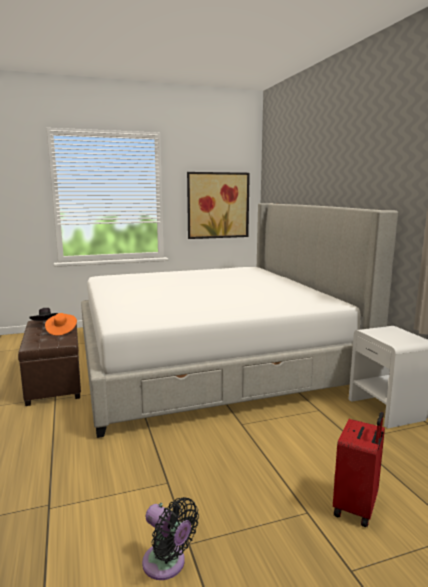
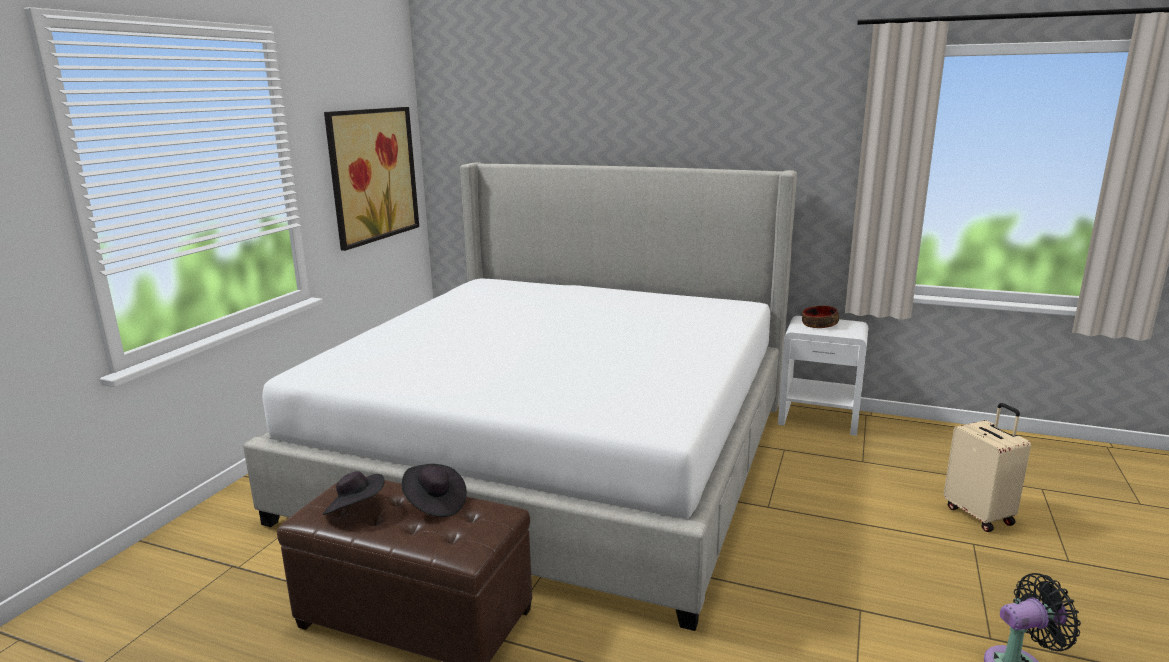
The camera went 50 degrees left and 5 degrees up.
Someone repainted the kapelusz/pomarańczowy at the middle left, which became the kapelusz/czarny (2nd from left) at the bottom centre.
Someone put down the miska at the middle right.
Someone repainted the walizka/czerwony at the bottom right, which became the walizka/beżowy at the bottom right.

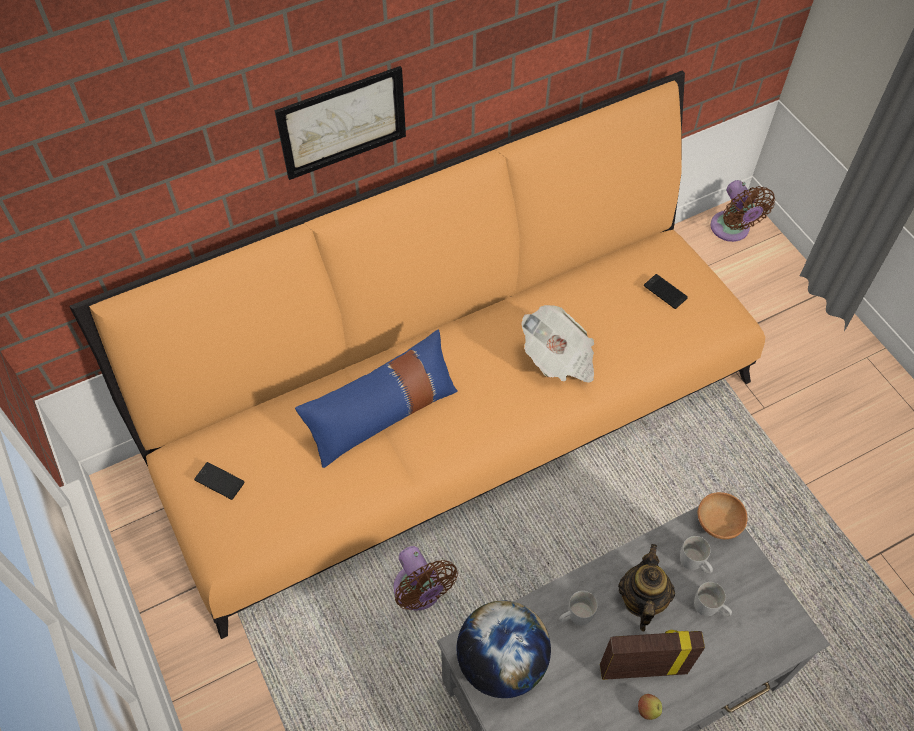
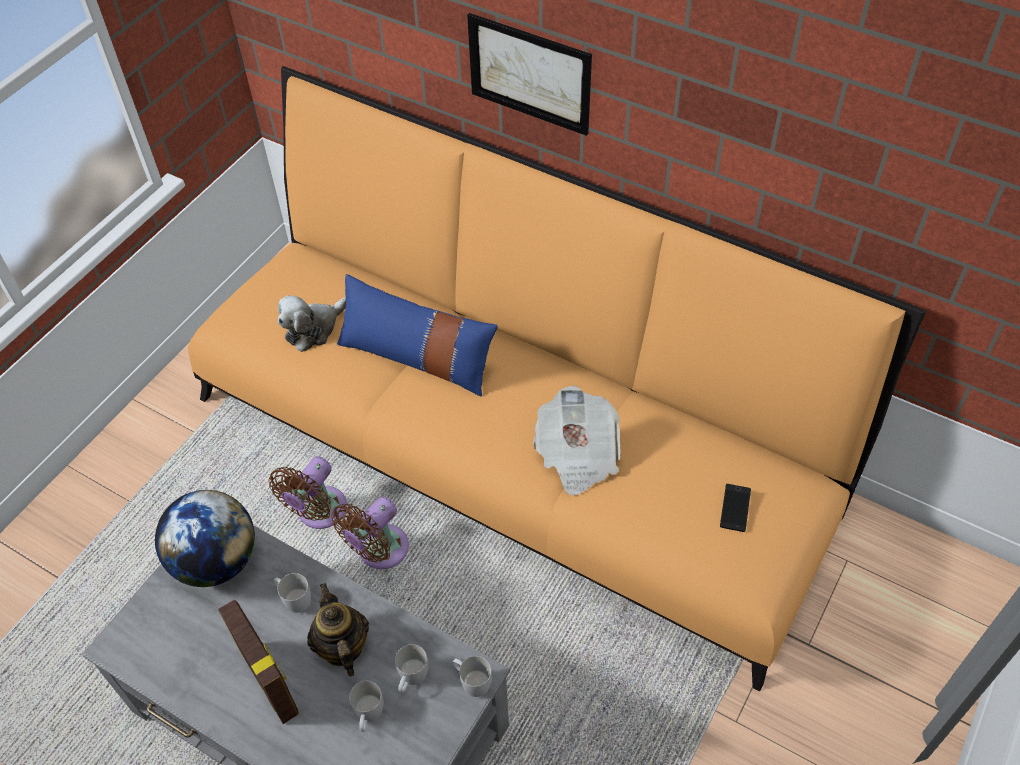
The camera went 60 degrees right and 5 degrees down.
Someone put down the pluszak at the middle left.
Someone rotated the imbryk at the bottom right by 90 degrees counterclockwise.
Someone carried the wentylator/brązowy (2nd from left) from the top right to the bottom centre.
Someone swapped the miska/brązowy at the bottom right for the kubek/biały (4th from left) at the bottom centre.
Someone took away the telefon (1st from left) at the middle left.
Someone took away the jabłko at the bottom right.

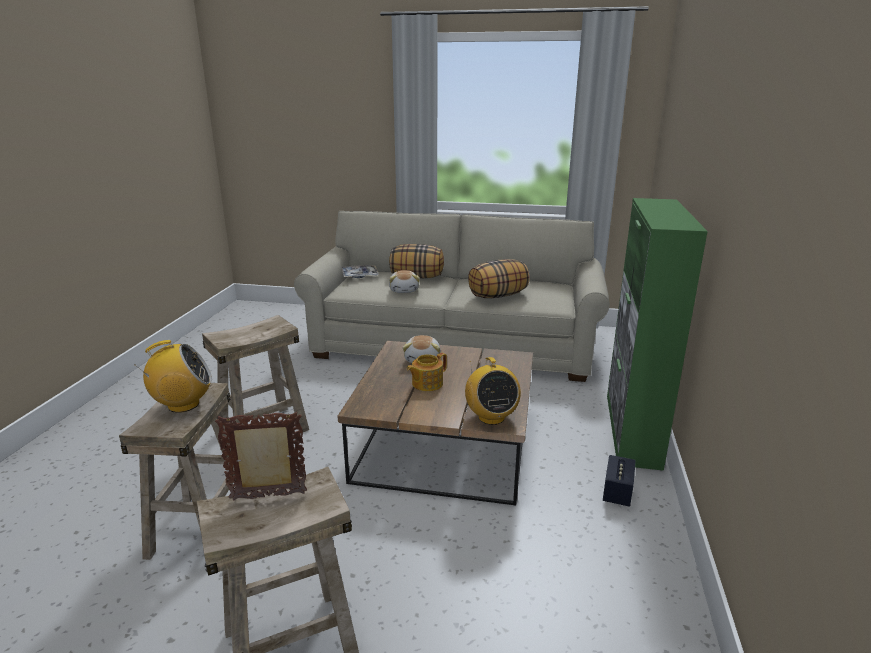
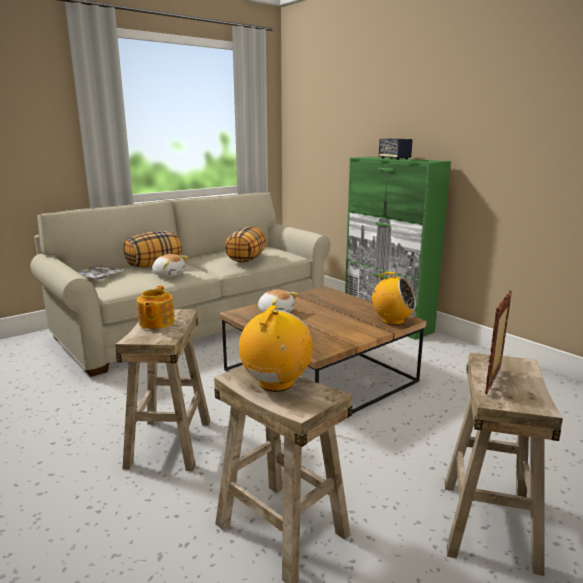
The camera went 50 degrees left and 5 degrees down.
Someone carried the imbryk from the centre to the middle left.
Someone carried the głośnik from the bottom right to the top right.

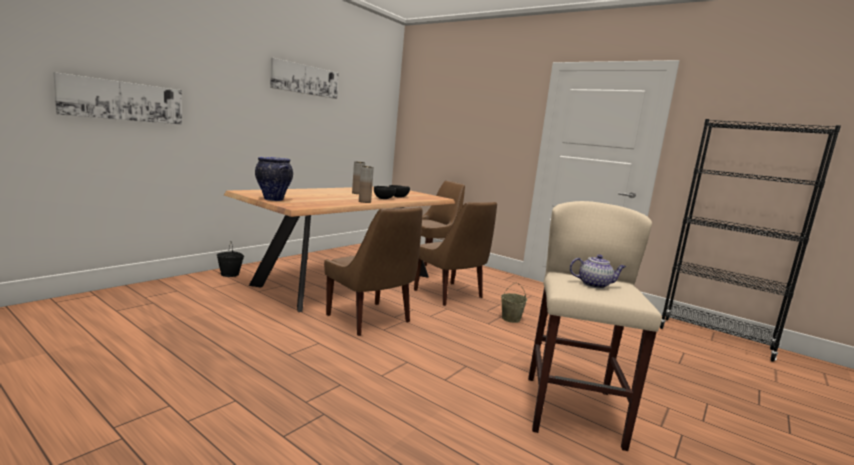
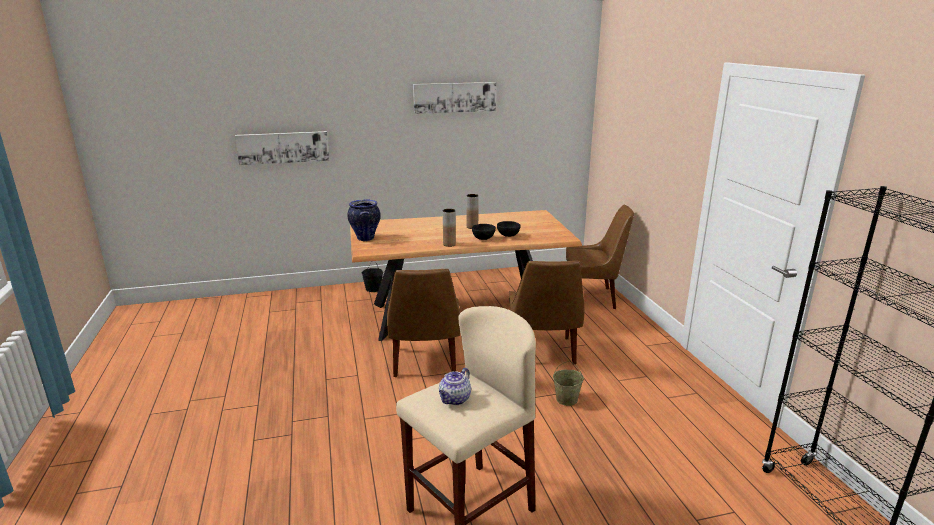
The camera went 40 degrees right and 10 degrees up.
Someone rotated the imbryk at the middle right by 75 degrees clockwise.

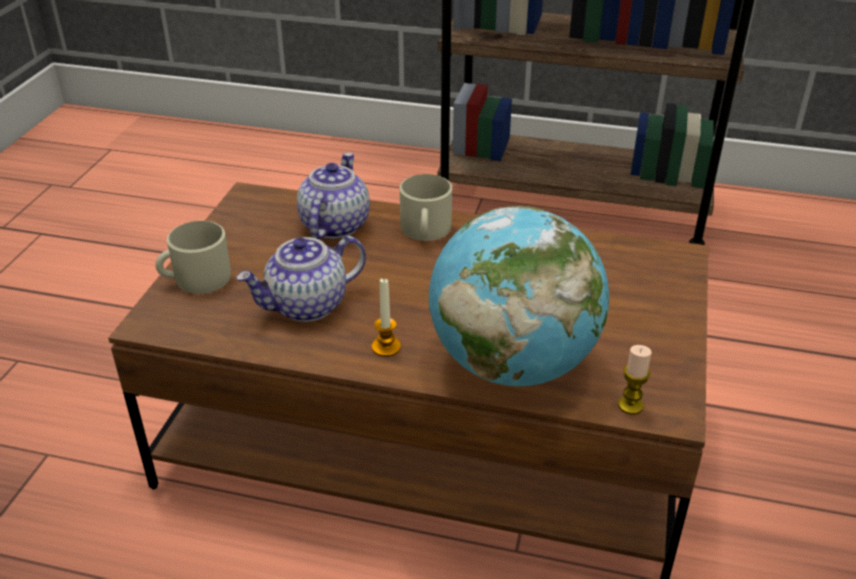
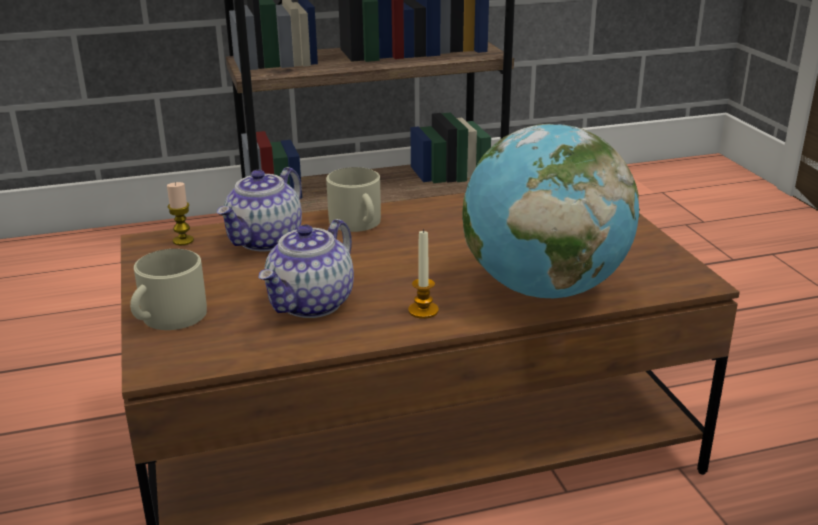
The camera went 30 degrees left and 10 degrees down.
Someone carried the świeca (2nd from left in the first image) from the middle right to the middle left.
Someone rotated the imbryk (2nd from left in the first image) at the centre by 135 degrees counterclockwise.

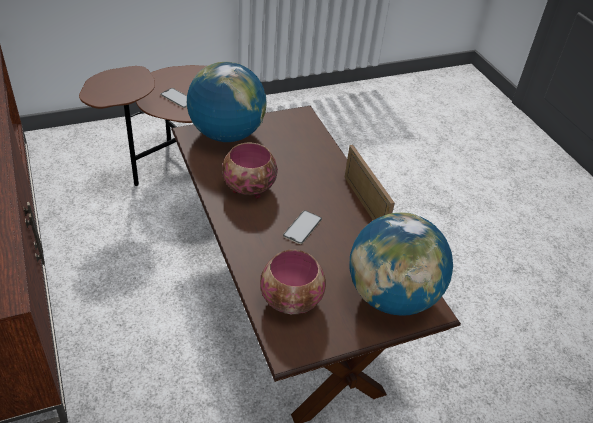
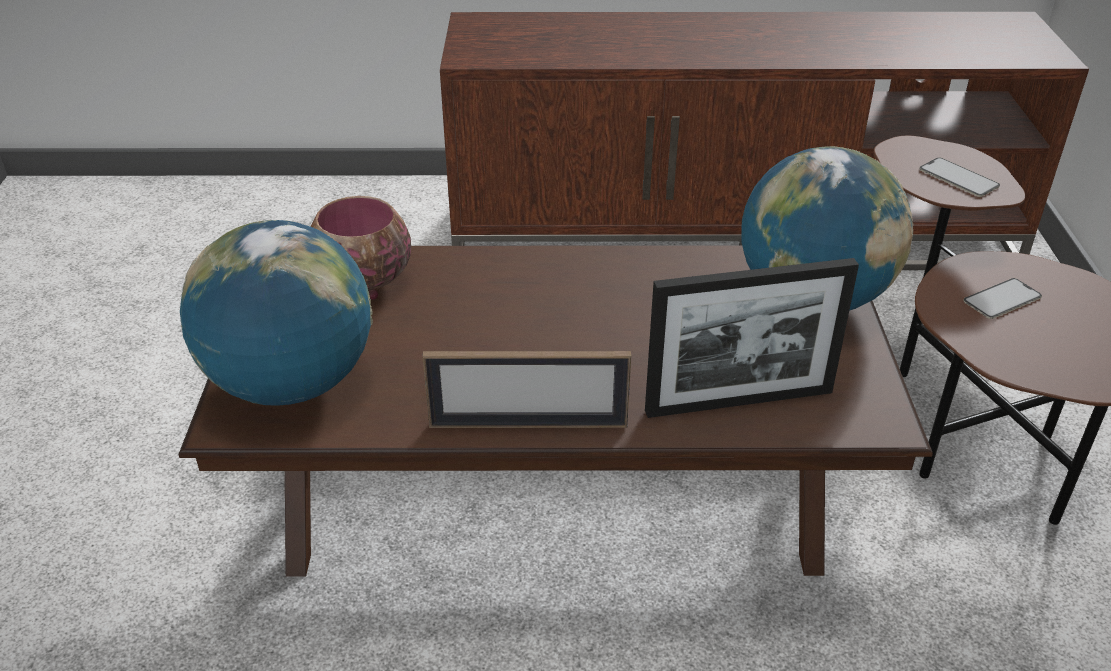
The camera went 115 degrees right and 5 degrees down.
Someone put down the ramka na zdjęcie (2nd from left) at the middle right.
Someone carried the telefon (2nd from left in the first image) from the centre to the top right.
Someone took away the miska (1st from left) at the centre.

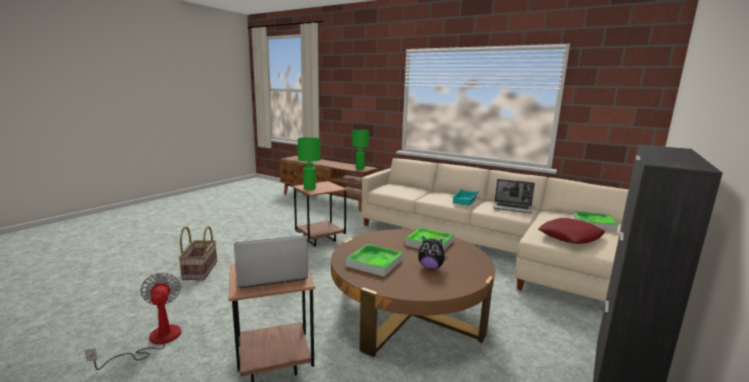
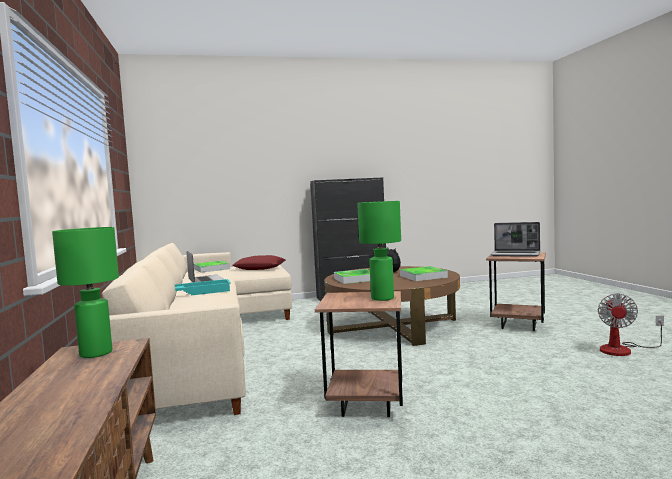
The camera went 135 degrees left and 10 degrees down.
Someone took away the koszyk at the middle left.

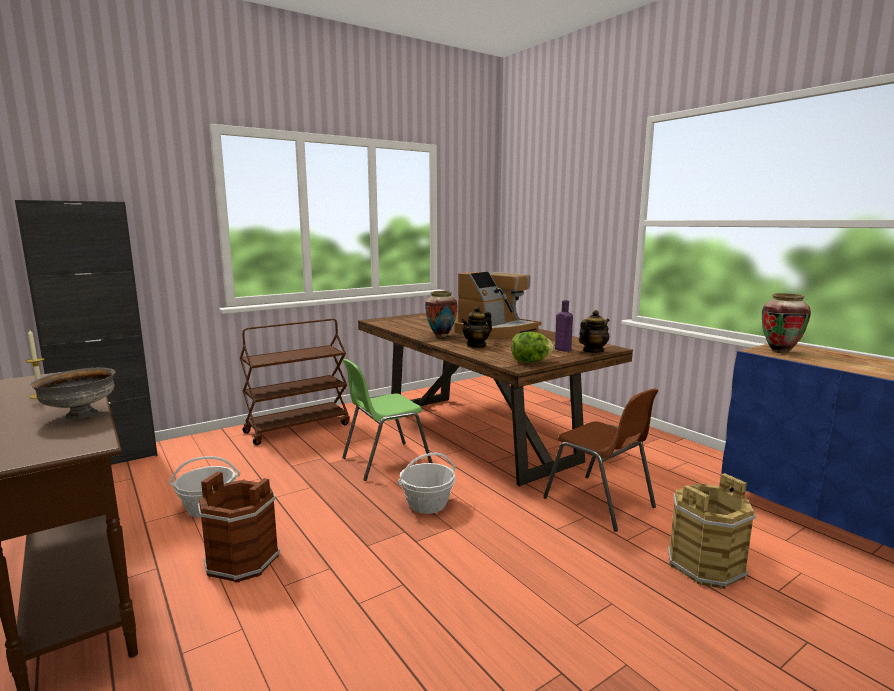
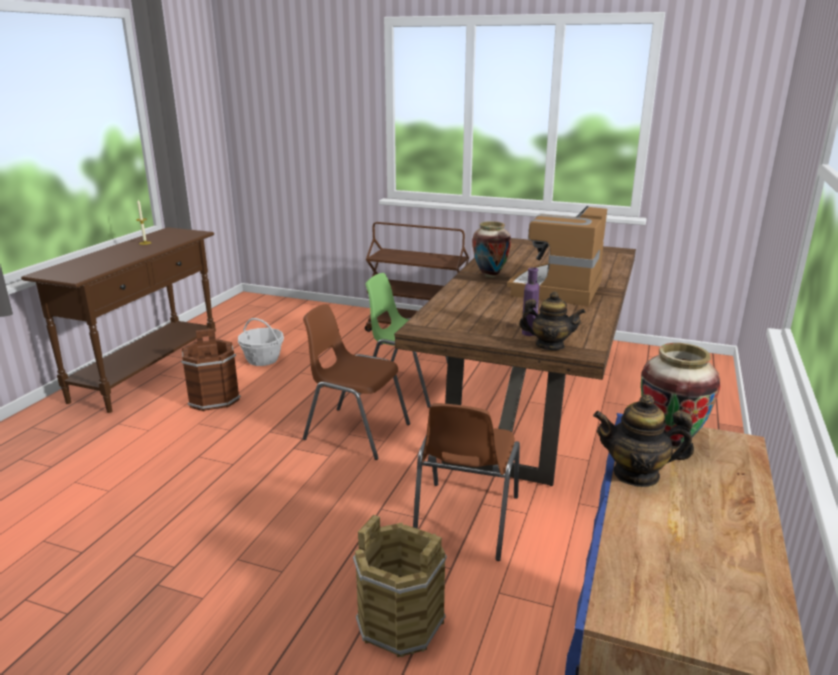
The camera went 55 degrees right and 10 degrees up.
Someone swapped the koszyk (2nd from left) at the bottom centre for the krzesło/brązowy (1st from left) at the centre.
Someone rotated the ekspres do kawy at the centre by 105 degrees clockwise.
Someone carried the imbryk (1st from left in the first image) from the centre to the middle right.
Someone took away the szafka/czarny at the middle left.
Someone took away the miska/szary at the middle left.
Someone took away the sałata at the centre.

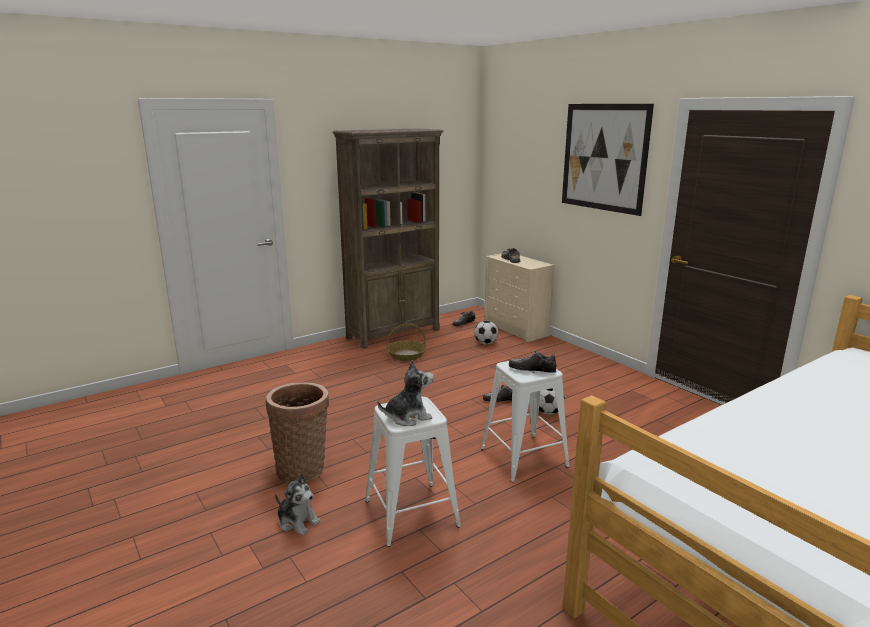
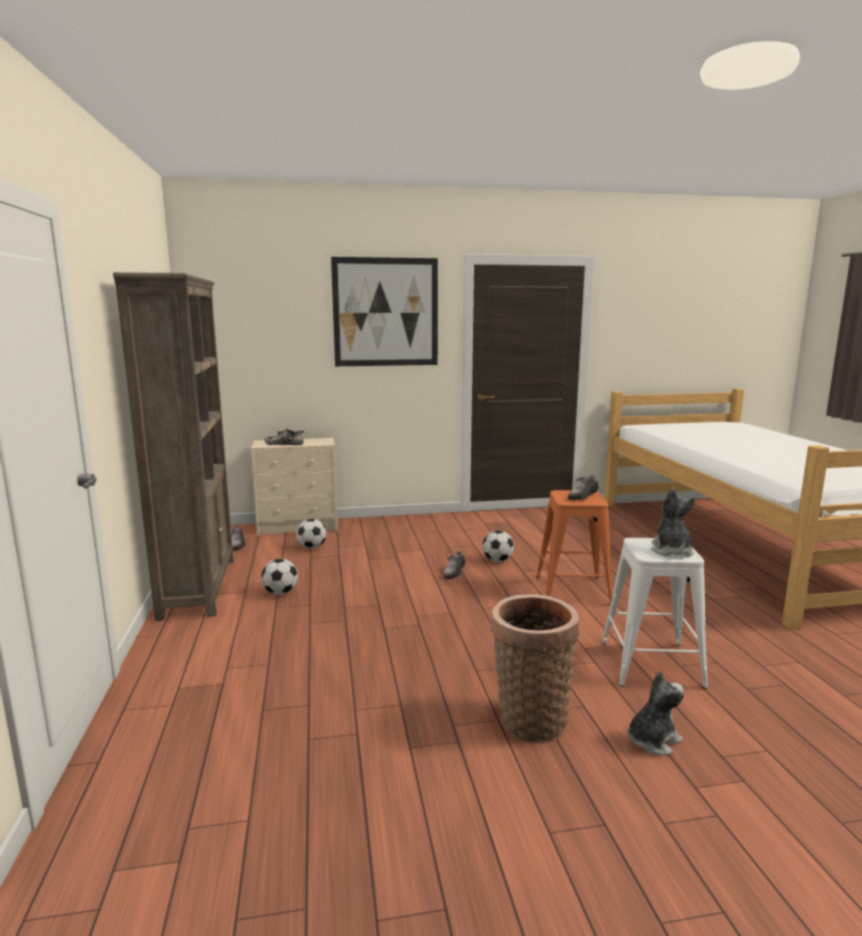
The camera went 65 degrees left and 5 degrees down.
Someone swapped the koszyk (2nd from left) at the centre for the piłka futbolowa (1st from left) at the middle left.
Someone repainted the stołek/biały (2nd from left) at the bottom centre, which became the stołek/pomarańczowy at the centre.

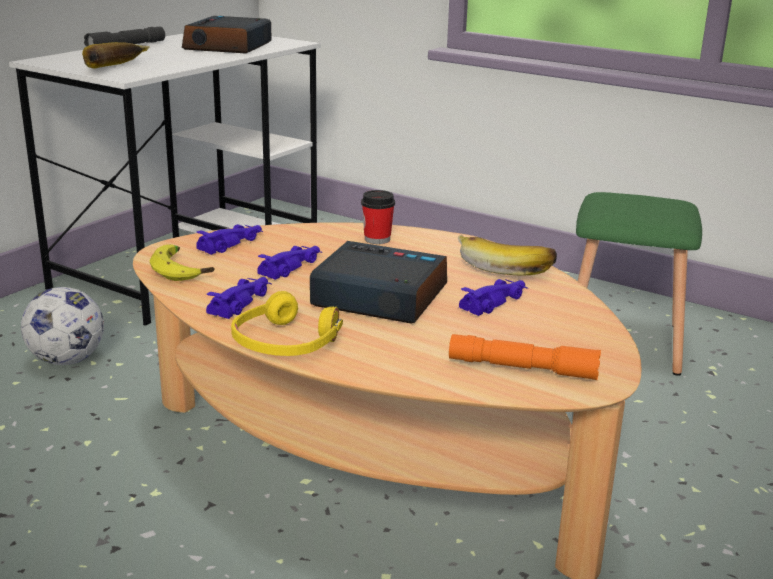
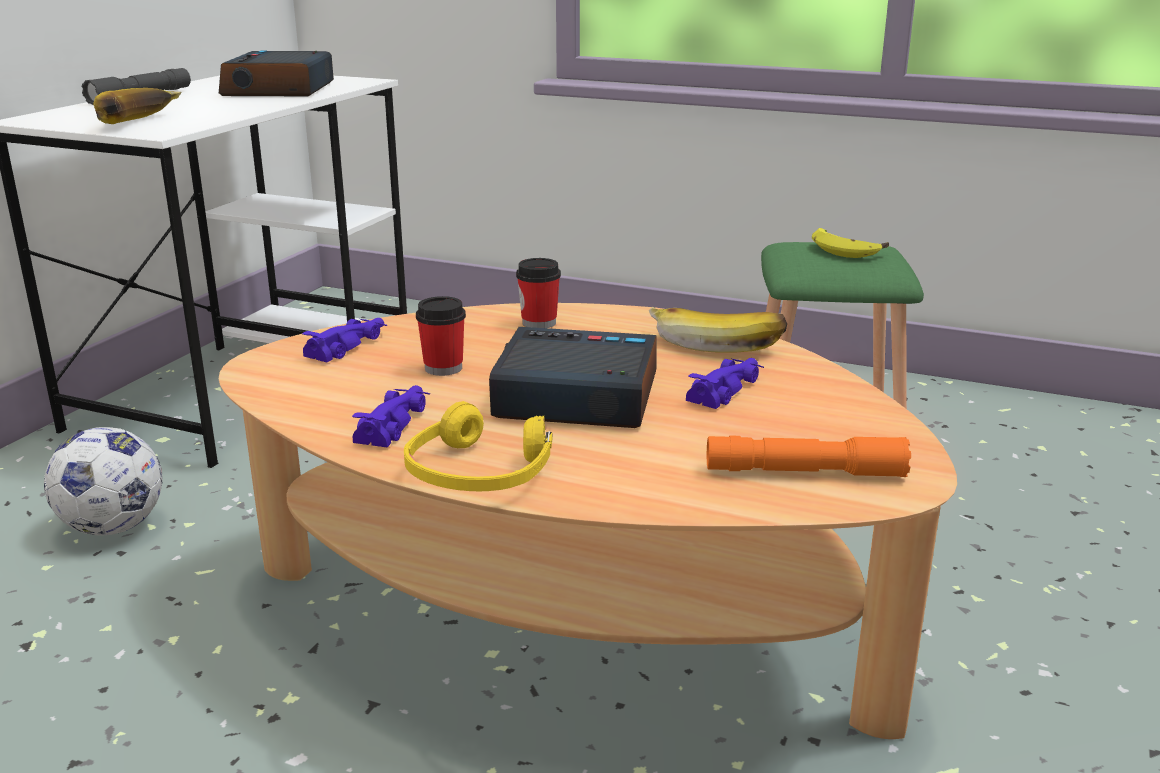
The camera went 10 degrees left and 0 degrees up.
Someone swapped the samochodzik/fioletowy (3rd from left) at the centre for the filiżanka (1st from left) at the centre.
Someone carried the banan (2nd from left in the first image) from the middle left to the top right.

